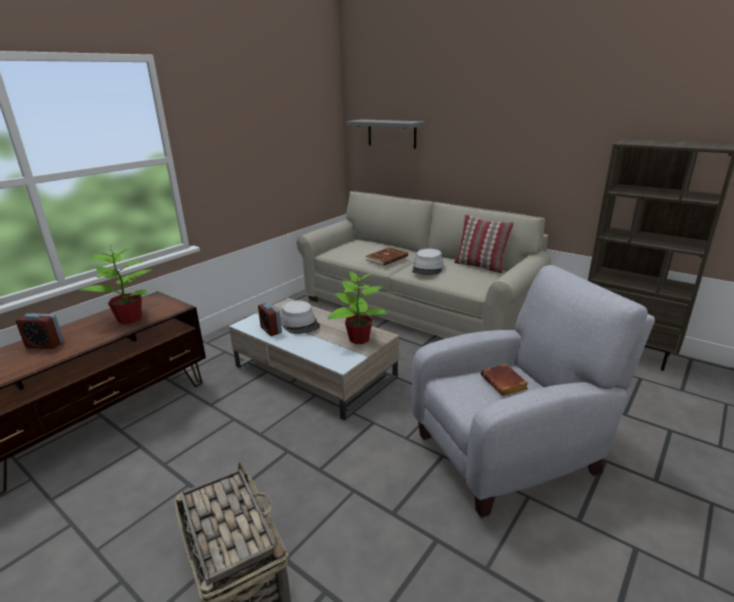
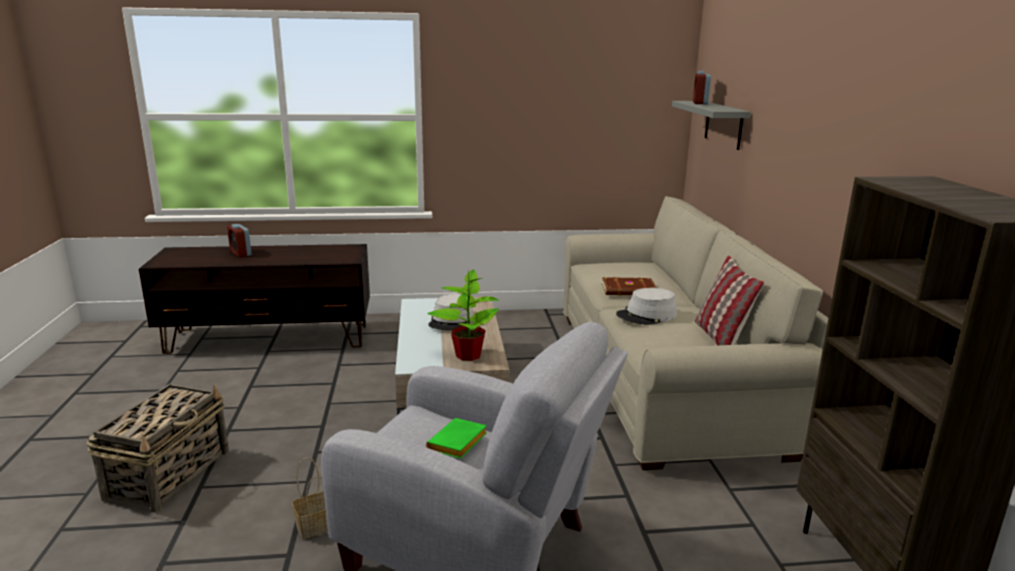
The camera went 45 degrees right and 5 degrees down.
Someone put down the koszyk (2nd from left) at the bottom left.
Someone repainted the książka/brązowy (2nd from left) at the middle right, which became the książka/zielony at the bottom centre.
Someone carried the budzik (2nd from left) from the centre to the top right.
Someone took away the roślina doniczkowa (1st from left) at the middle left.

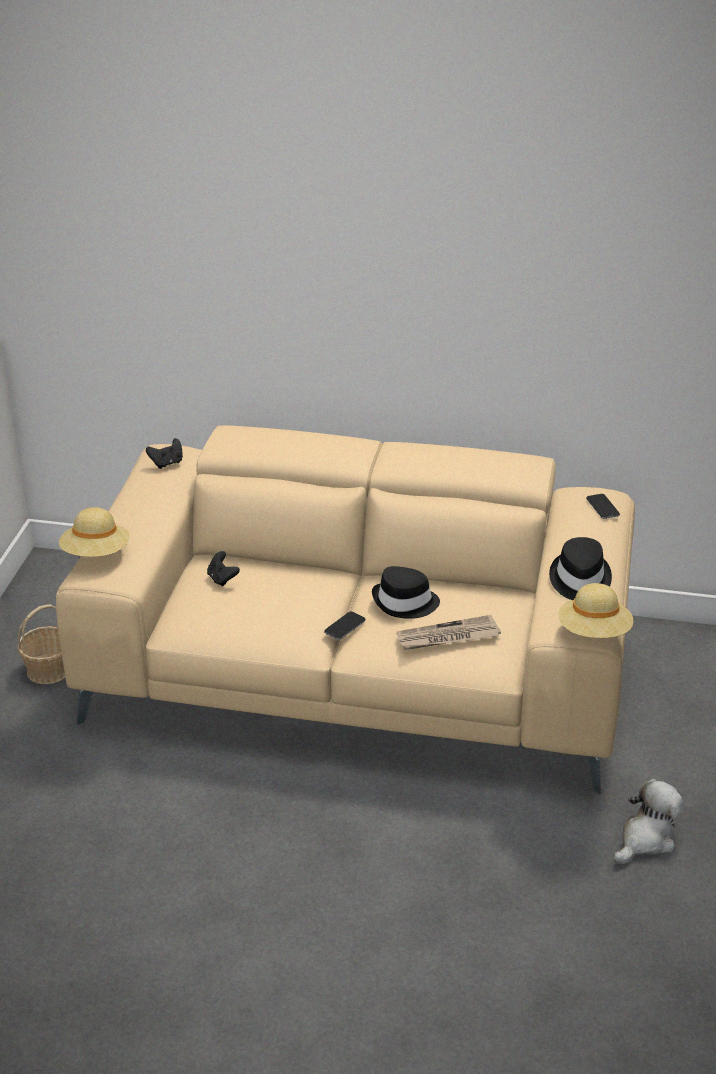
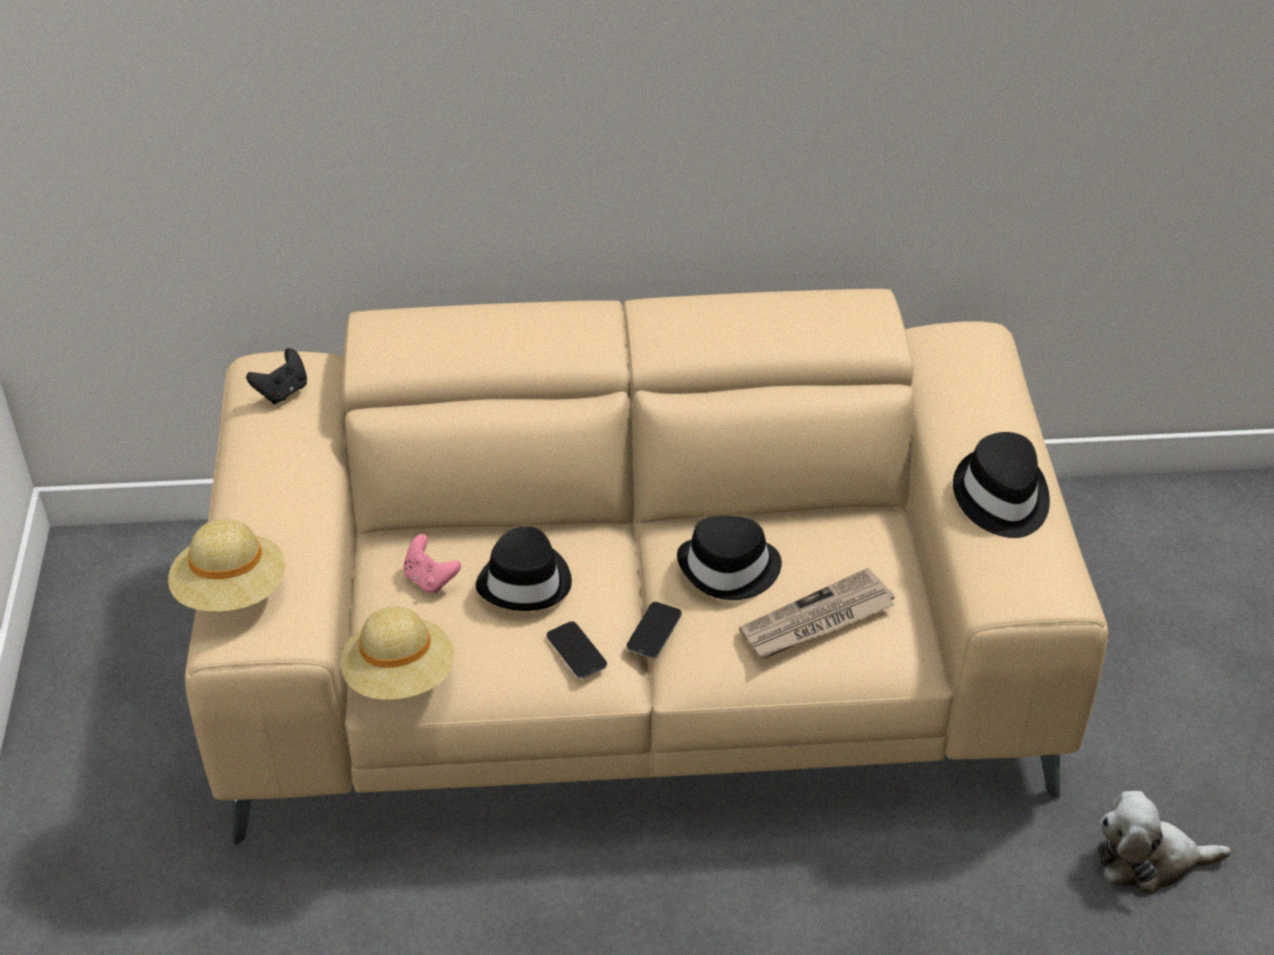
The camera went 15 degrees left and 10 degrees up.
Someone carried the kapelusz/beżowy (2nd from left) from the middle right to the bottom left.
Someone repainted the pad do gier/czarny (2nd from left) at the middle left, which became the pad do gier/różowy at the centre.
Someone put down the kapelusz/czarny (1st from left) at the centre.
Someone carried the telefon (2nd from left in the first image) from the middle right to the bottom centre.
Someone rotated the pluszak at the bottom right by 120 degrees counterclockwise.
Someone took away the koszyk at the middle left.

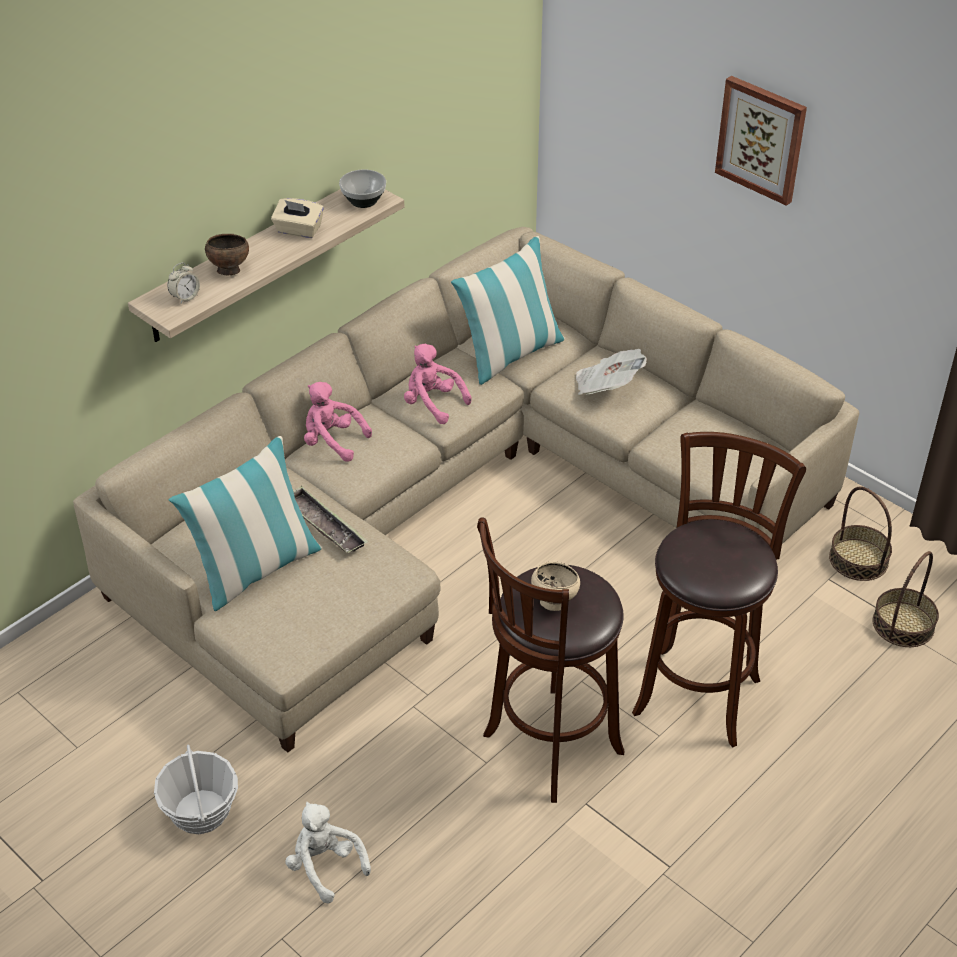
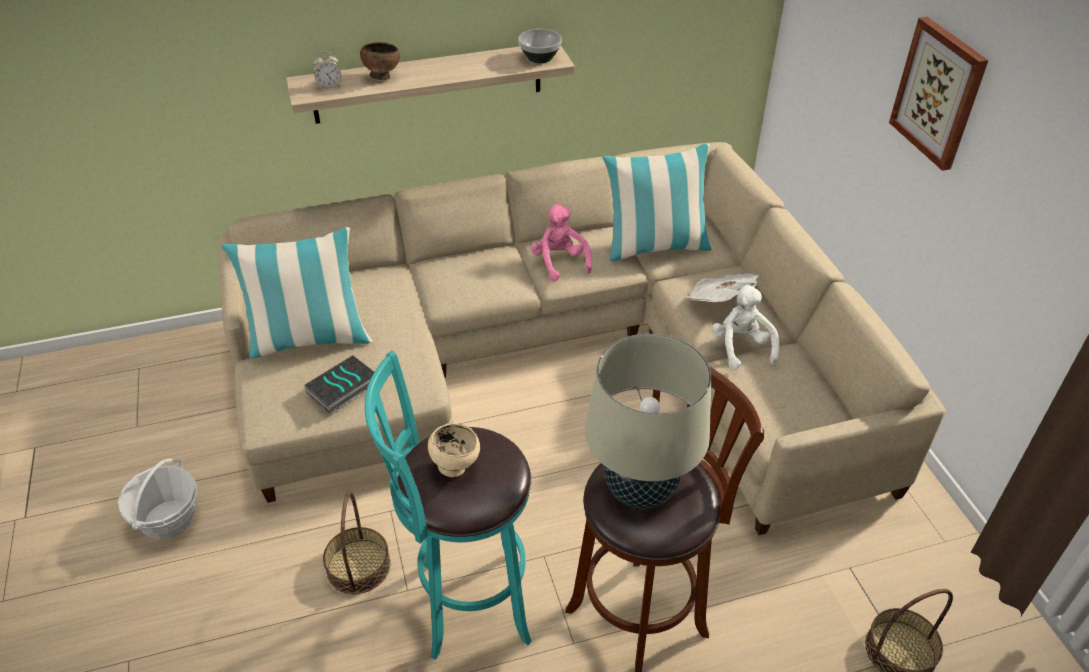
The camera went 30 degrees right and 0 degrees up.
Someone put down the książka at the middle left.
Someone carried the koszyk (2nd from left) from the middle right to the bottom left.
Someone repainted the stołek/brązowy (1st from left) at the bottom centre, which became the stołek/turkusowy at the bottom centre.
Someone put down the lampa stołowa/beżowy at the centre.
Someone carried the pluszak/biały from the bottom centre to the middle right.
Someone took away the pudełko chusteczek/beżowy at the top left.
Someone took away the taca at the centre.
Someone took away the pluszak/różowy (1st from left) at the centre.

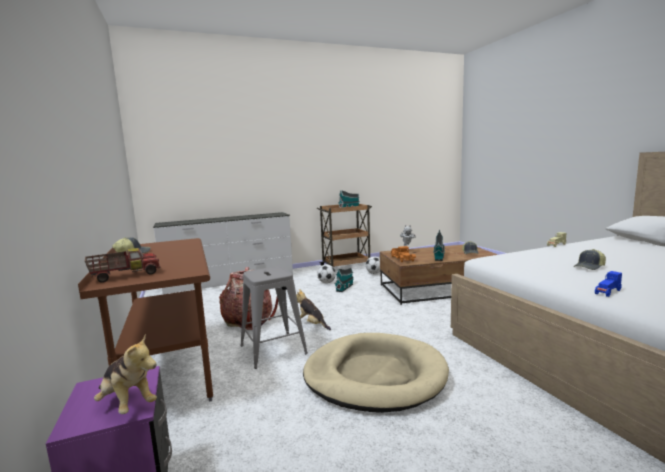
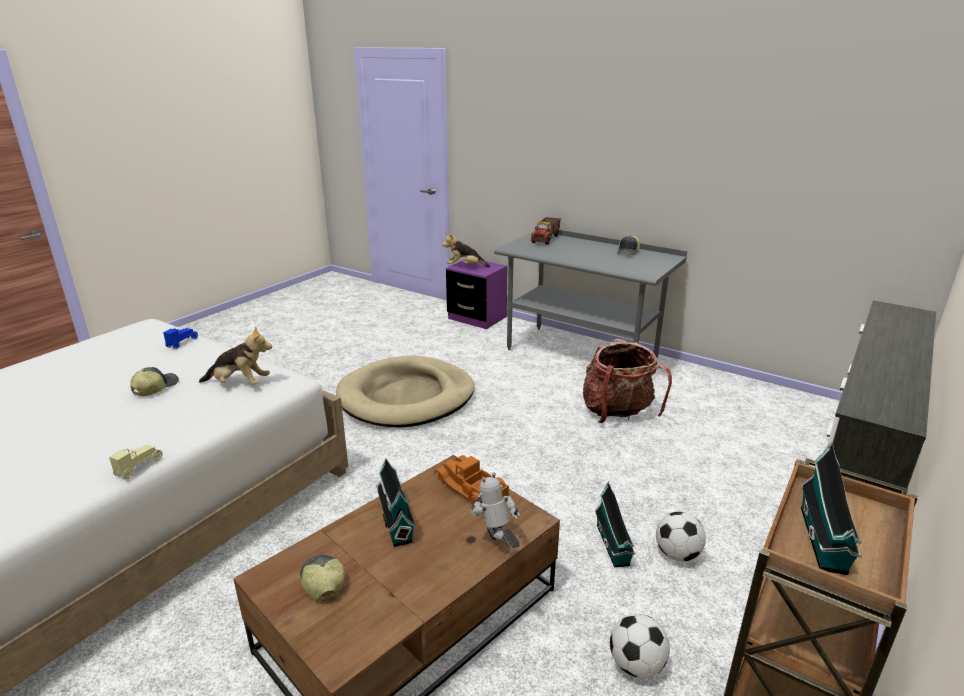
The camera went 145 degrees right and 15 degrees up.
Someone carried the pluszak (2nd from left in the first image) from the centre to the middle left.
Someone repainted the biurko/brązowy at the bottom left, which became the biurko/szary at the centre.
Someone took away the stołek/szary at the bottom centre.

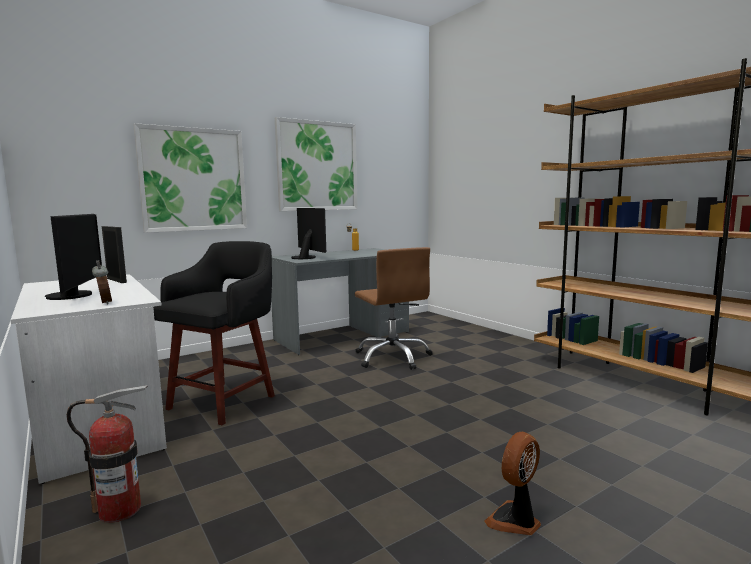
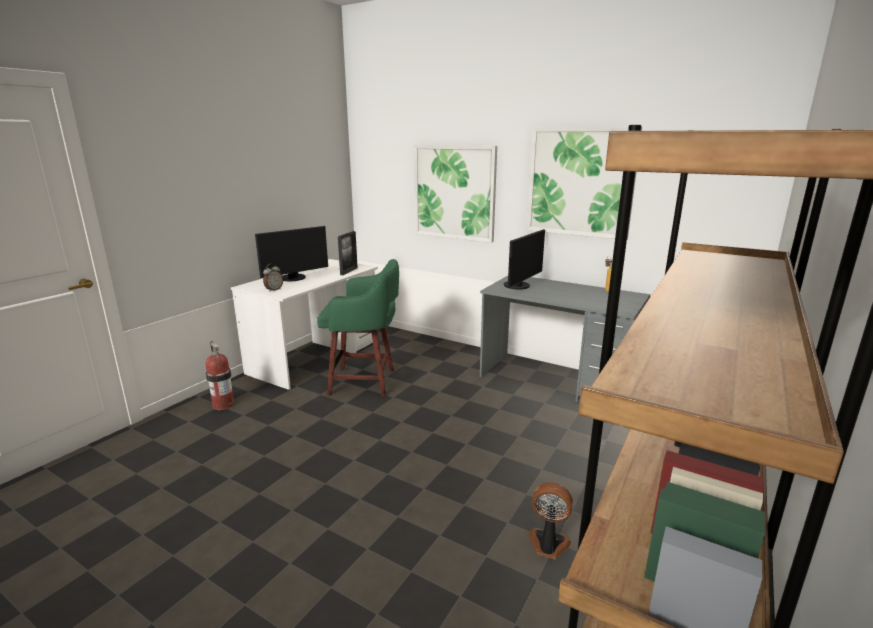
The camera went 65 degrees right and 10 degrees up.
Someone repainted the stołek/czarny at the middle left, which became the stołek/zielony at the centre.
Someone carried the wentylator from the bottom right to the bottom centre.
Someone took away the krzesło biurowe/brązowy at the centre.

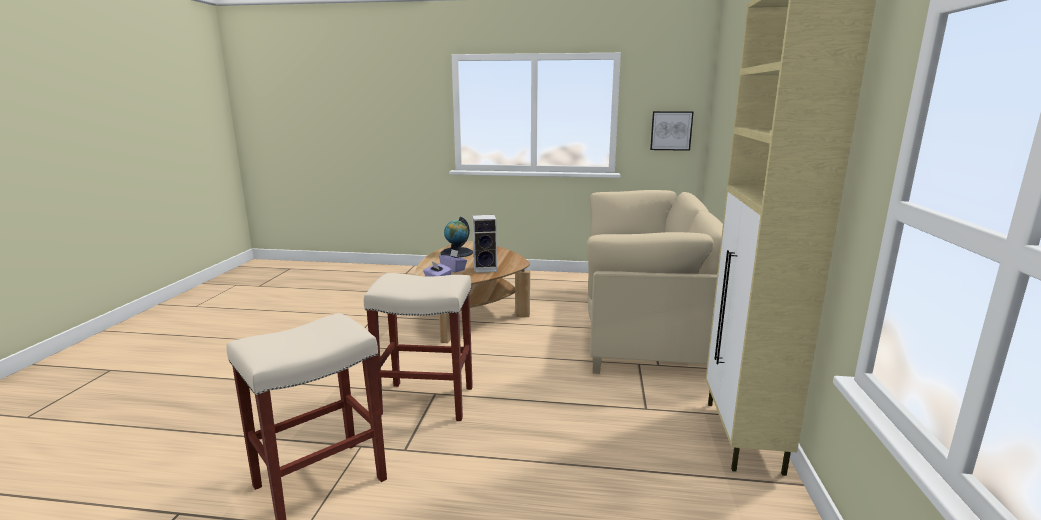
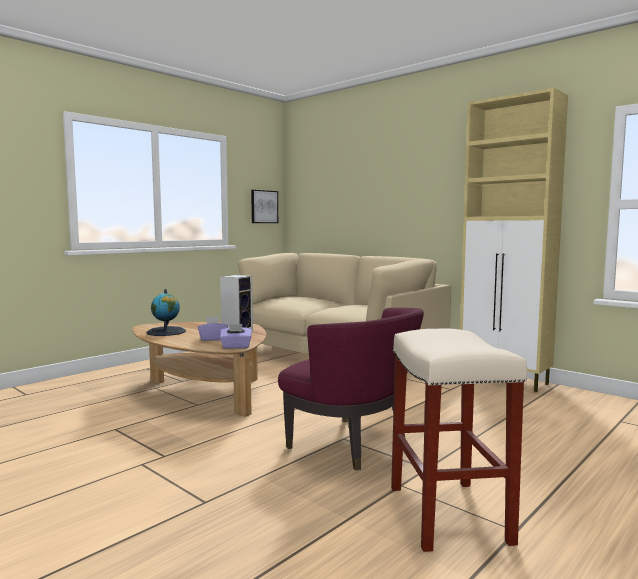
The camera went 55 degrees left and 10 degrees down.
Someone swapped the stołek/beżowy (2nd from left) at the bottom centre for the fotel/fioletowy at the bottom centre.

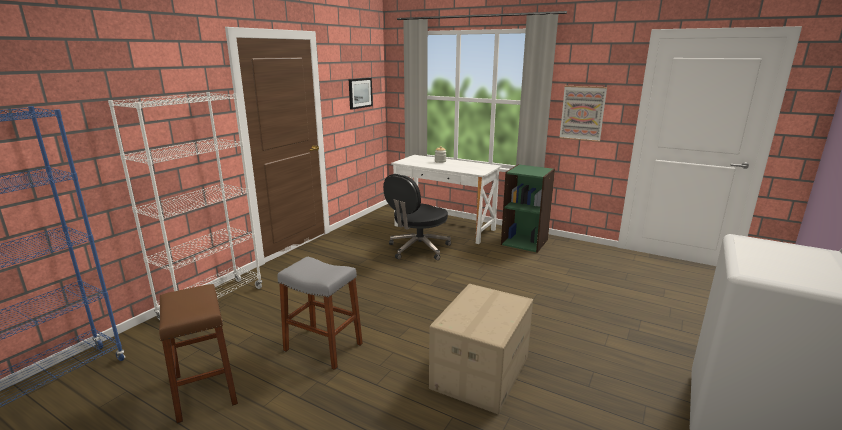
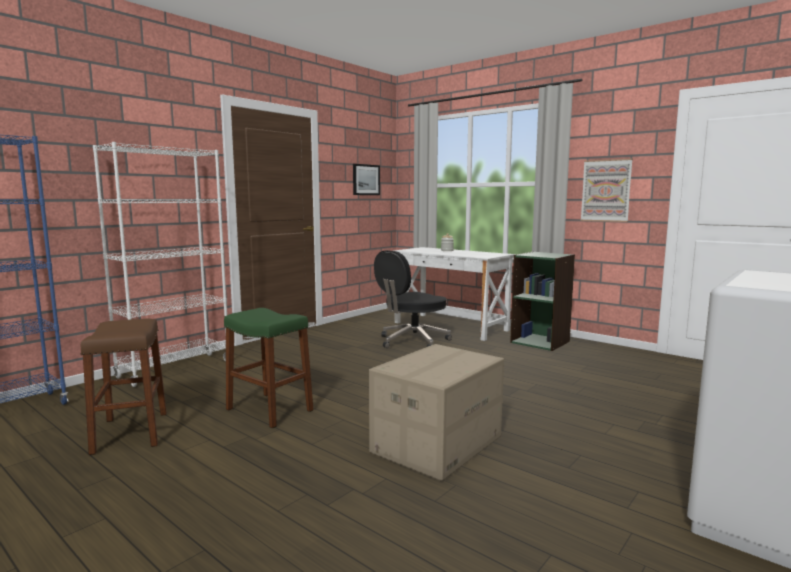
The camera went 10 degrees right and 10 degrees down.
Someone repainted the stołek/szary at the bottom centre, which became the stołek/zielony at the centre.

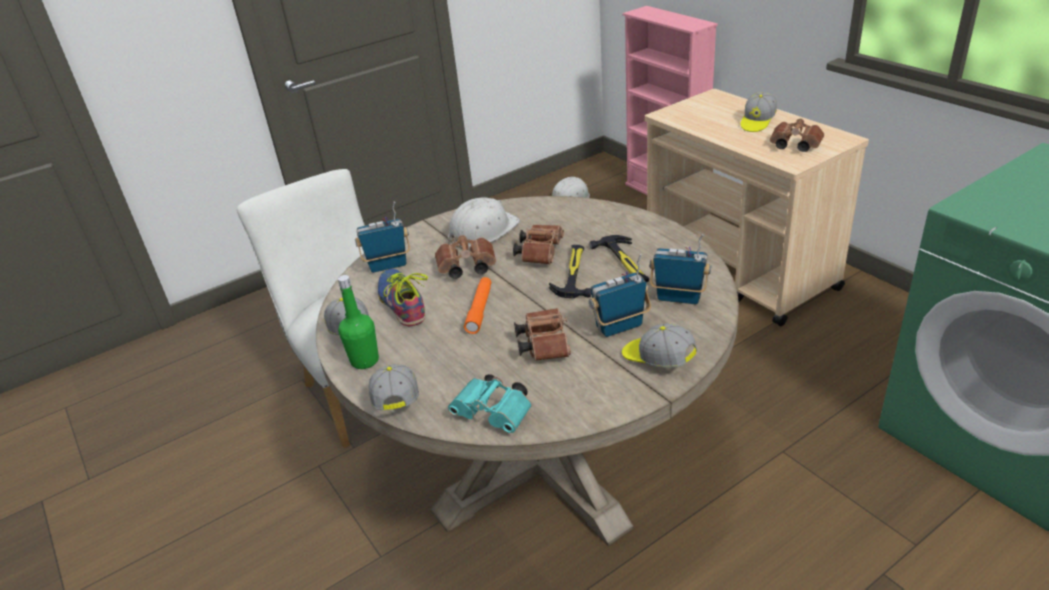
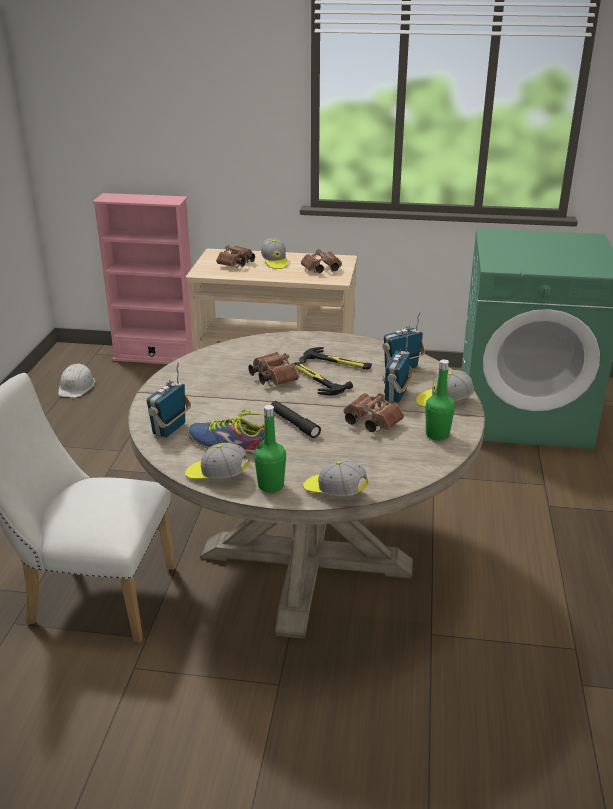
The camera went 50 degrees left and 5 degrees down.
Someone carried the lornetka/brązowy (1st from left) from the centre to the top centre.
Someone repainted the latarka/pomarańczowy at the centre, which became the latarka/czarny at the centre.
Someone put down the butelka/zielony (2nd from left) at the middle right.
Someone took away the kask/biały (1st from left) at the centre.
Someone took away the lornetka/turkusowy at the bottom centre.

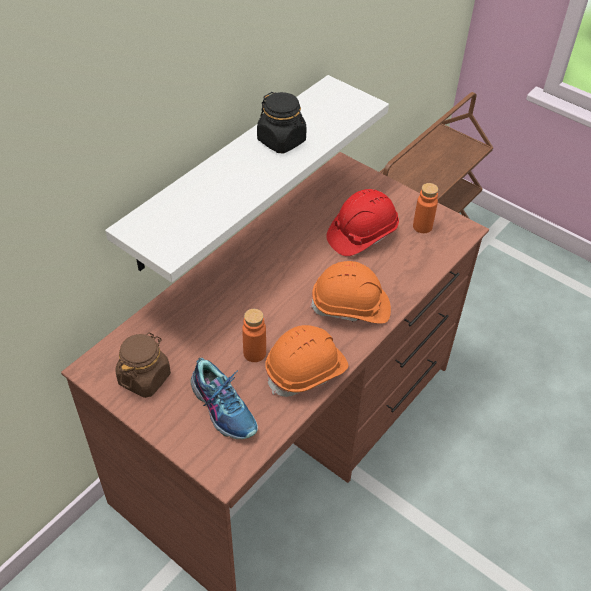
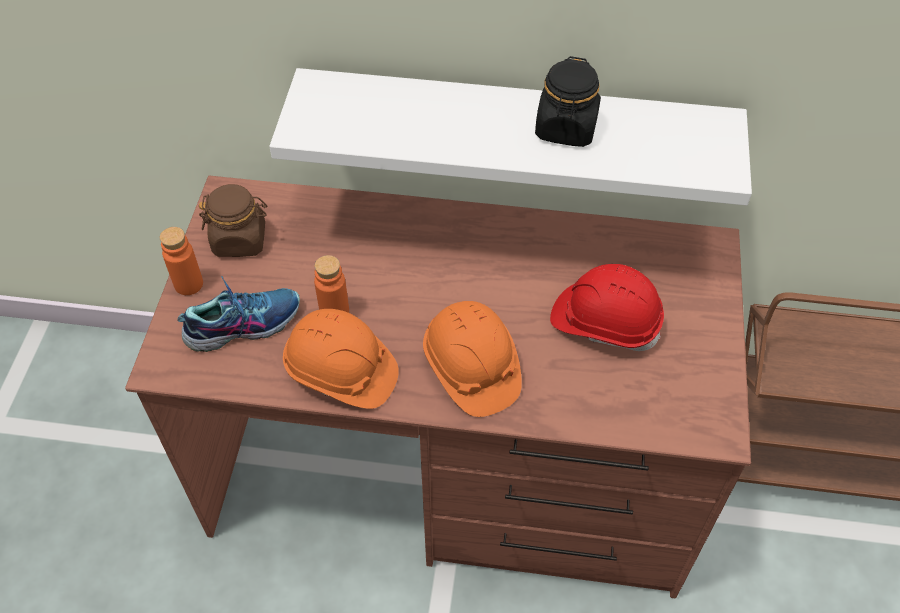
The camera went 60 degrees right and 5 degrees up.
Someone carried the butelka/pomarańczowy (2nd from left in the first image) from the middle right to the middle left.
Someone rotated the but at the bottom centre by 135 degrees counterclockwise.

